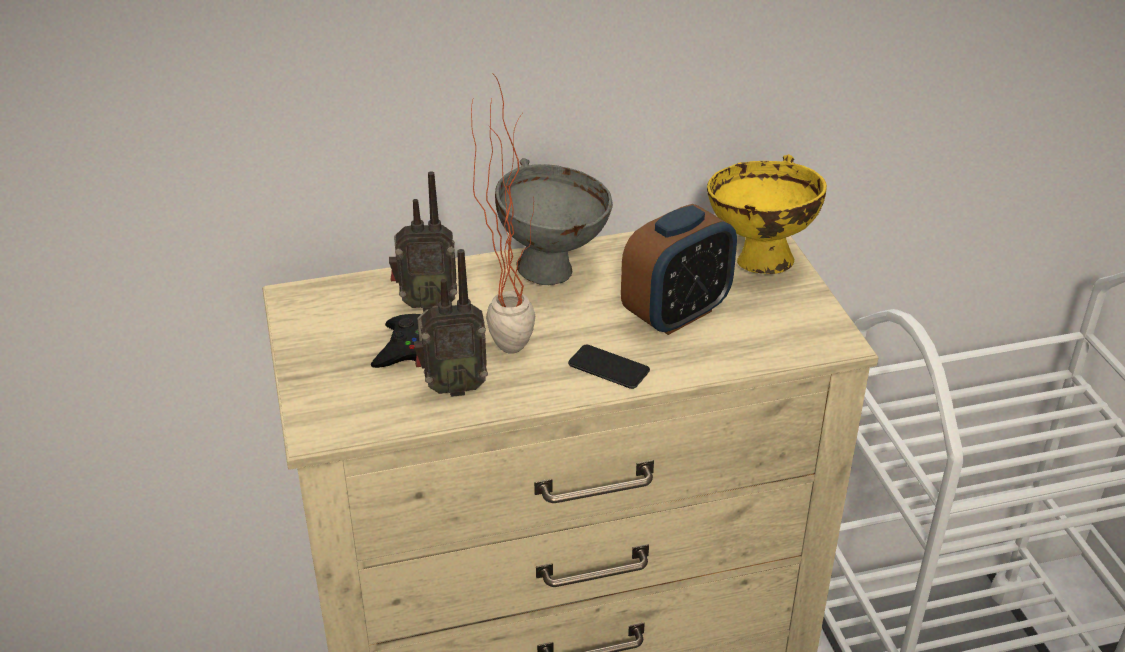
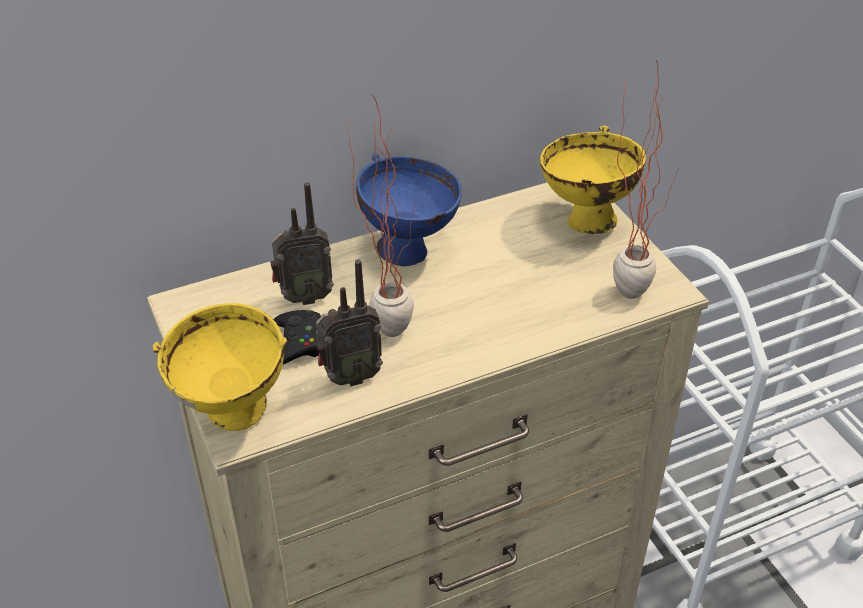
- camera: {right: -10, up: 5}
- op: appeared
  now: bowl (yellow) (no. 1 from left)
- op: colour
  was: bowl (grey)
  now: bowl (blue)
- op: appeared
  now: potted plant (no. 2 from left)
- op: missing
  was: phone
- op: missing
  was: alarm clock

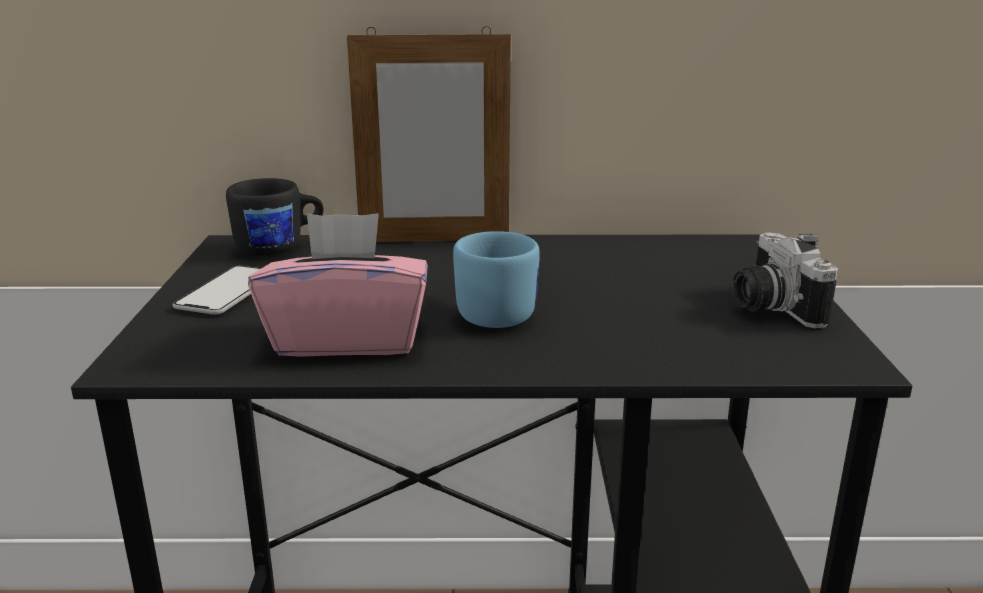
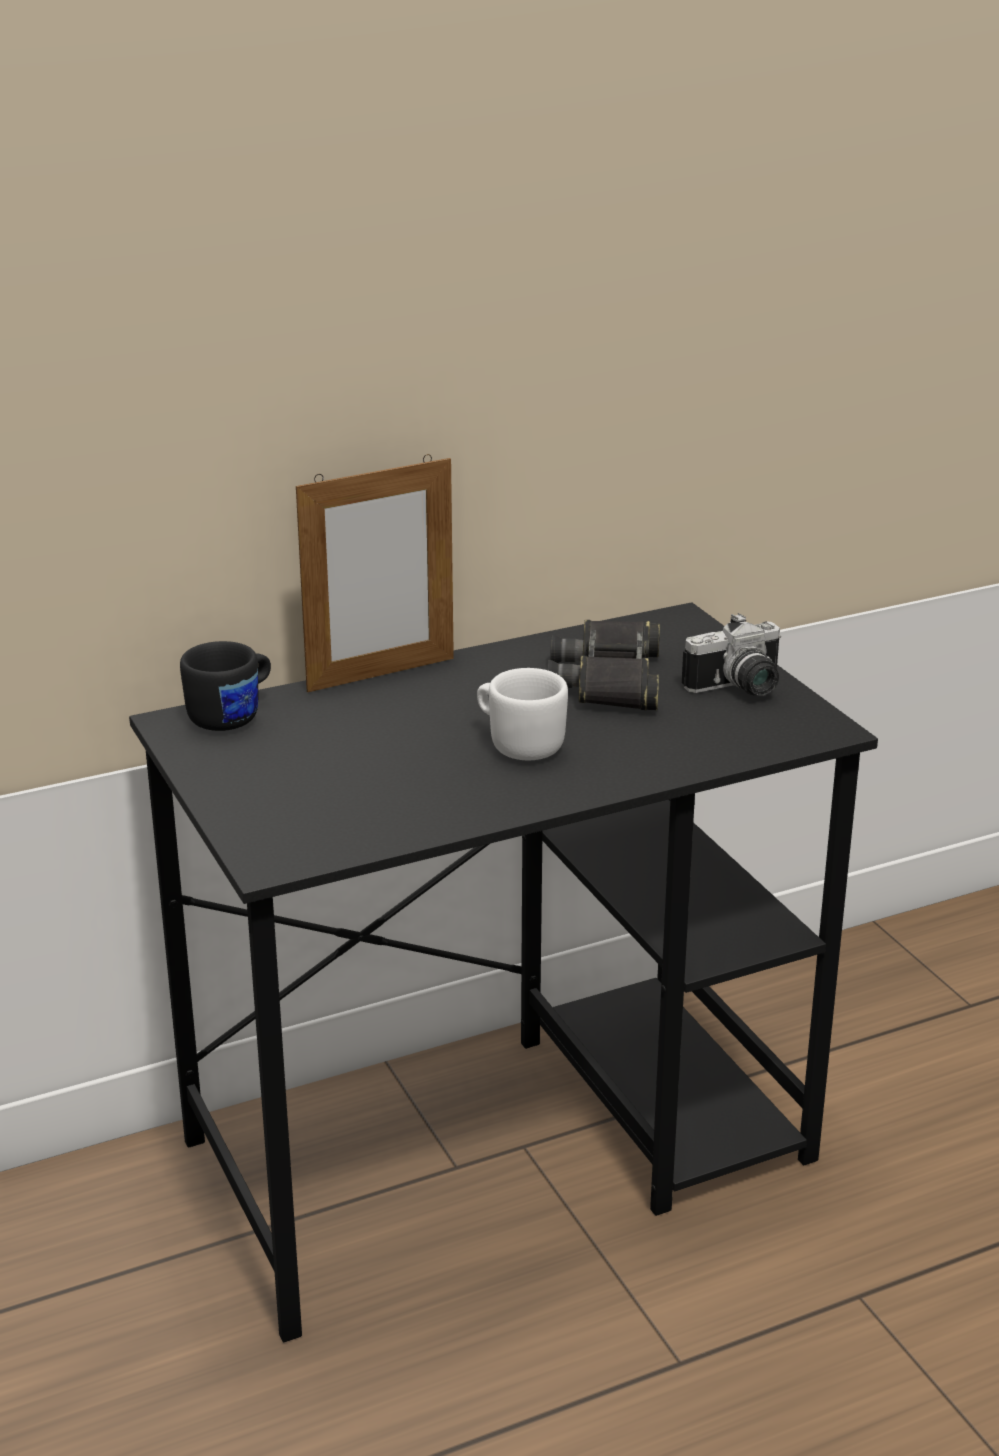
- camera: {right: -25, up: 5}
- op: colour
  was: mug (blue)
  now: mug (white)
- op: appeared
  now: binoculars (black)
- op: spun
  was: photo camera
  clockwise: -75
- op: missing
  was: phone
- op: missing
  was: tissue box (pink)

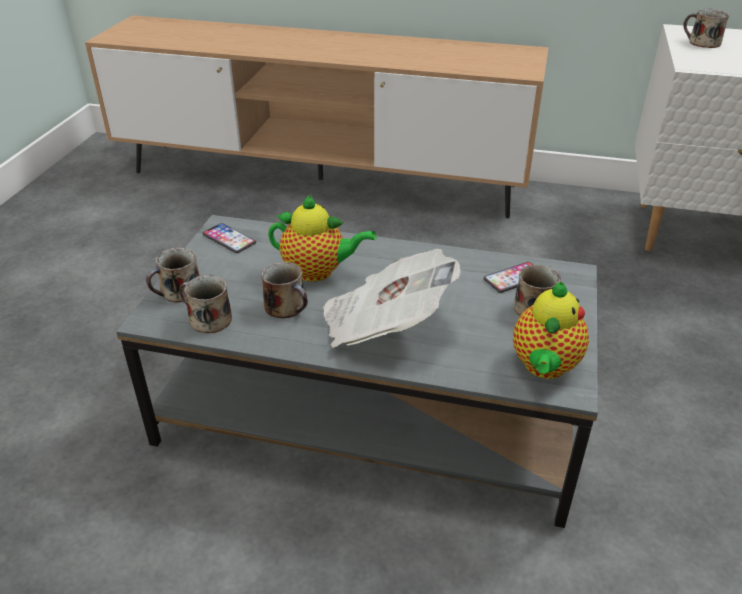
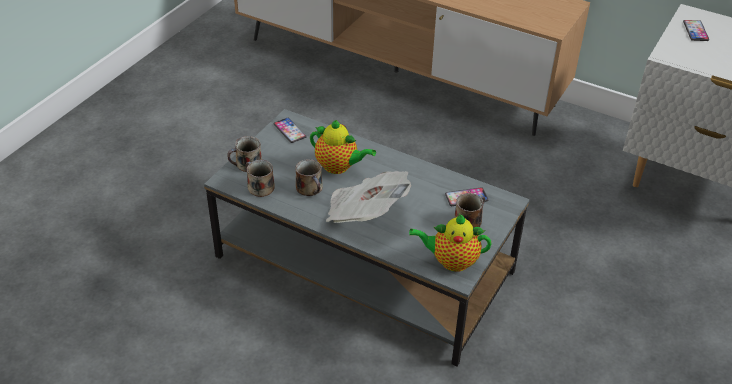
- camera: {right: 15, up: 5}
- op: spun
  was: teapot (no. 2 from left)
  clockwise: 60
- op: exchanged
  was: mug (no. 5 from left)
  now: phone (no. 3 from left)

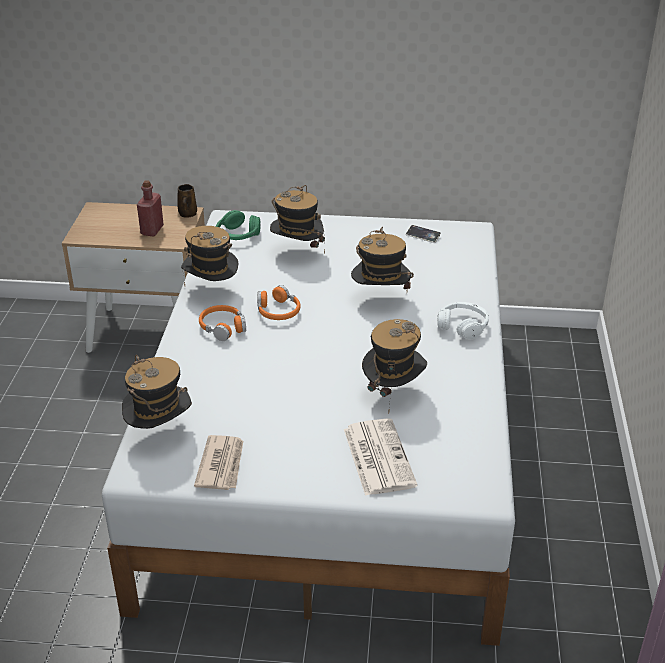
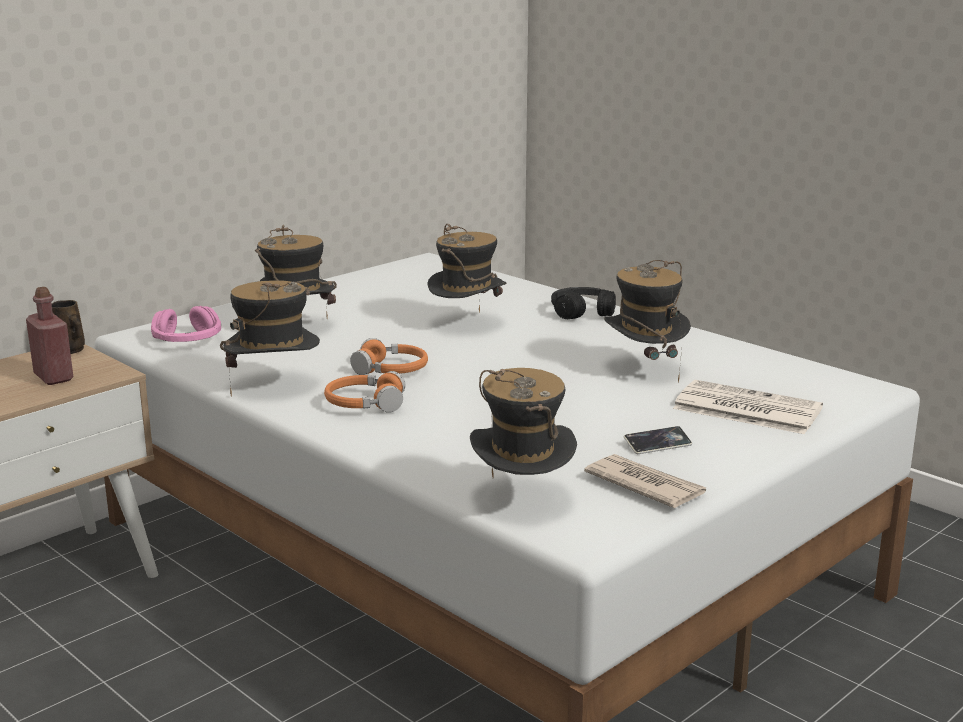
- camera: {right: -50, up: -15}
- op: colour
  was: headphones (green)
  now: headphones (pink)
- op: colour
  was: headphones (white)
  now: headphones (black)
- op: relocated
  was: phone

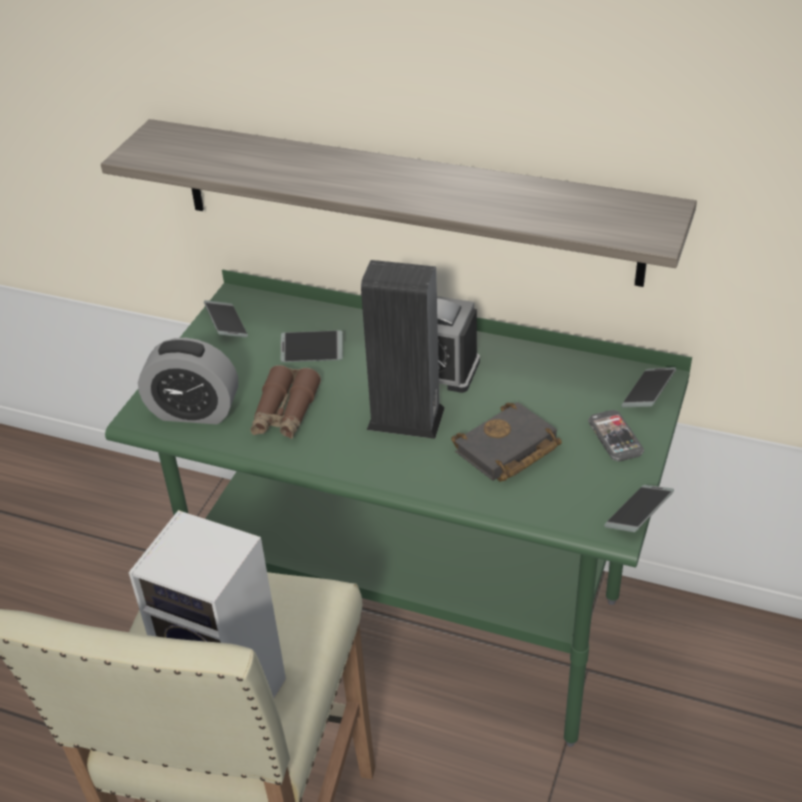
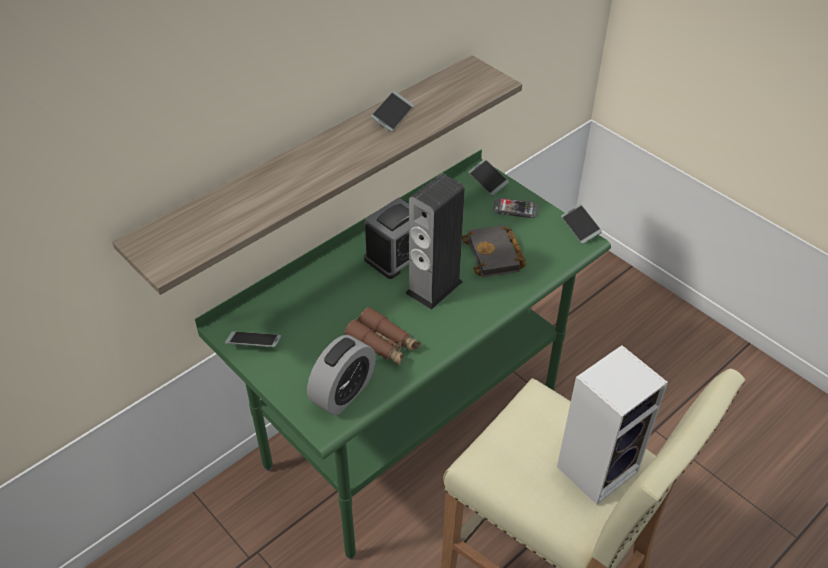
- camera: {right: -65, up: 5}
- op: relocated
  was: phone (no. 2 from left)

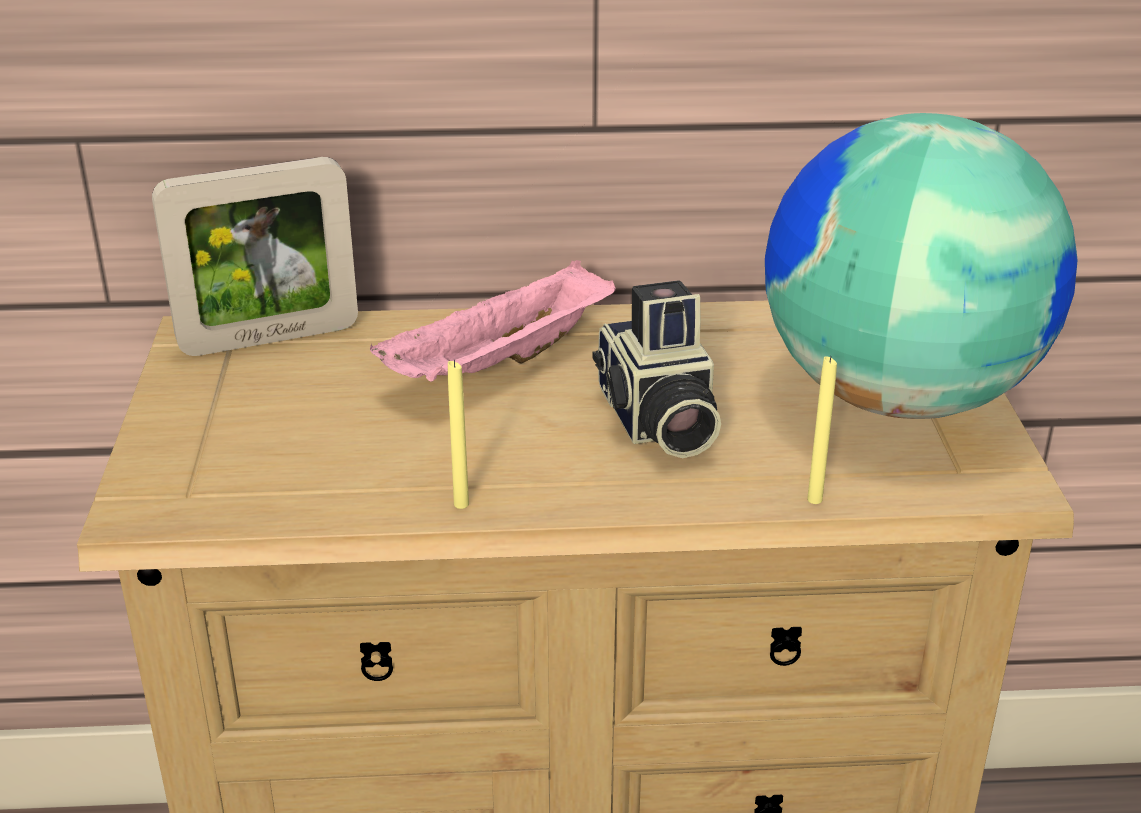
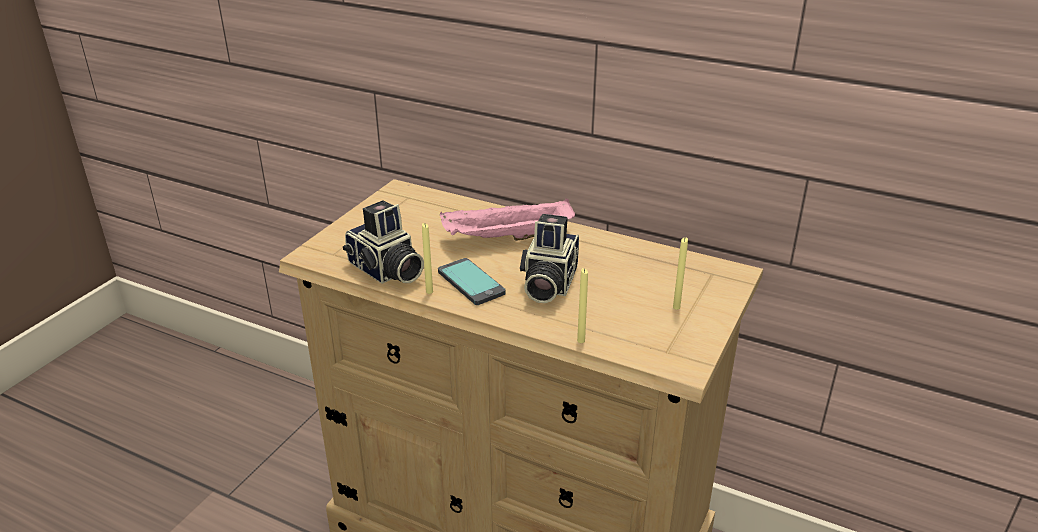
- camera: {right: 30, up: 0}
- op: appeared
  now: photo camera (no. 1 from left)
- op: appeared
  now: phone
- op: exchanged
  was: globe
  now: candle (yellow) (no. 3 from left)
- op: missing
  was: picture frame

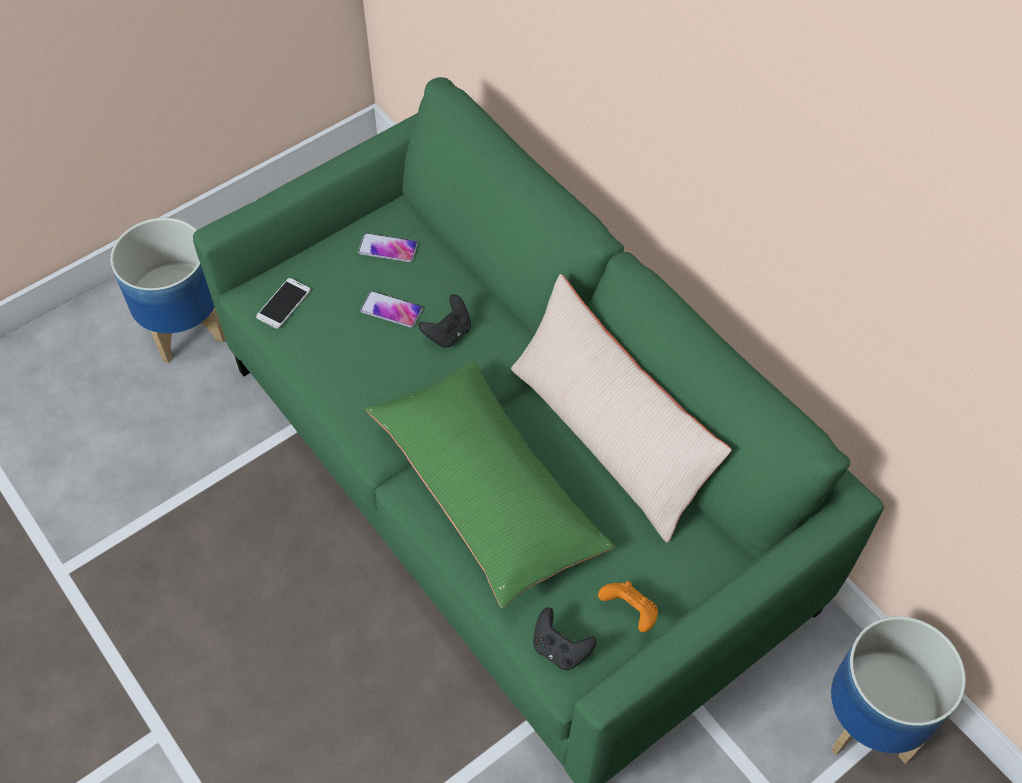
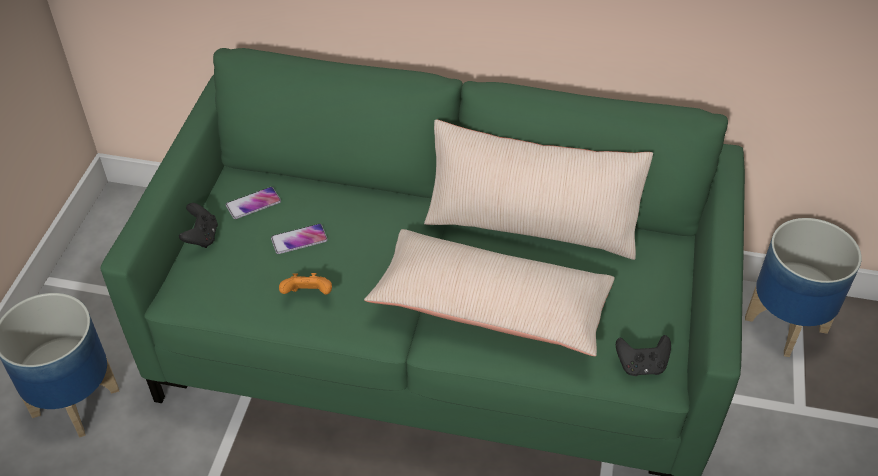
- camera: {right: -40, up: -10}
- op: relocated
  was: game controller (black) (no. 1 from left)
- op: relocated
  was: game controller (orange)
- op: colour
  was: pillow (green)
  now: pillow (beige) (no. 1 from left)
- op: missing
  was: phone (no. 1 from left)

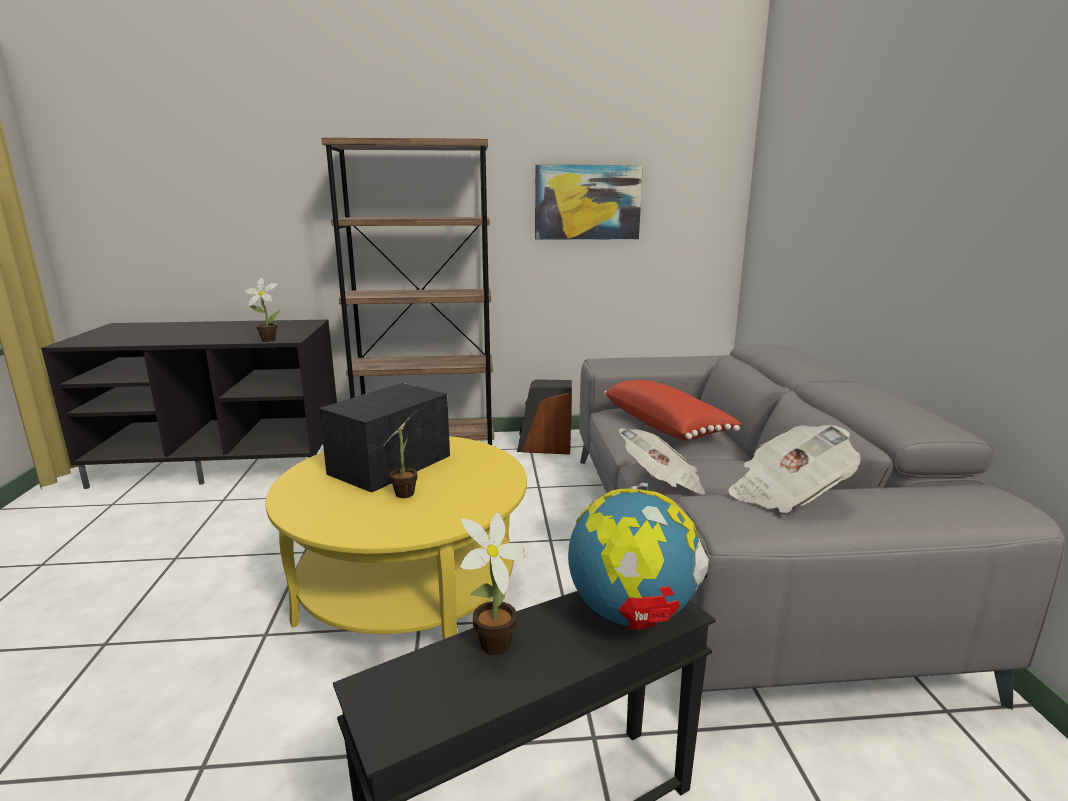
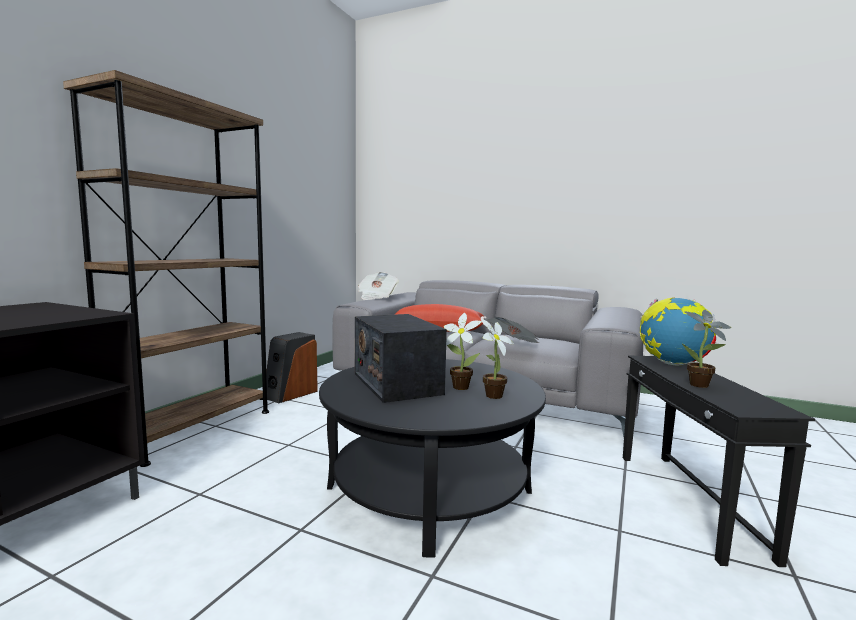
- camera: {right: -60, up: -10}
- op: colour
  was: coffee table (yellow)
  now: coffee table (black)
- op: relocated
  was: newspaper (no. 2 from left in the first image)
  now: newspaper (no. 1 from left)
- op: relocated
  was: potted plant (no. 1 from left in the first image)
  now: potted plant (no. 2 from left)
- op: missing
  was: picture

